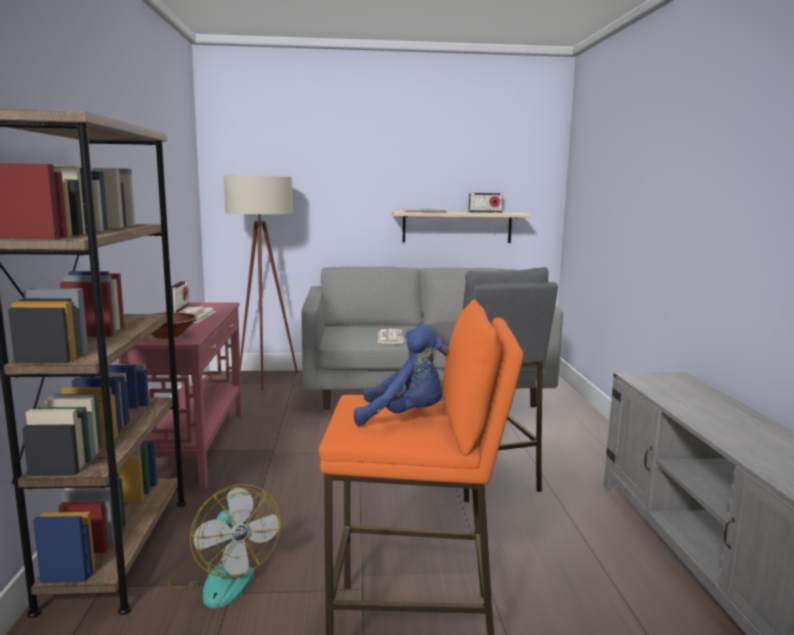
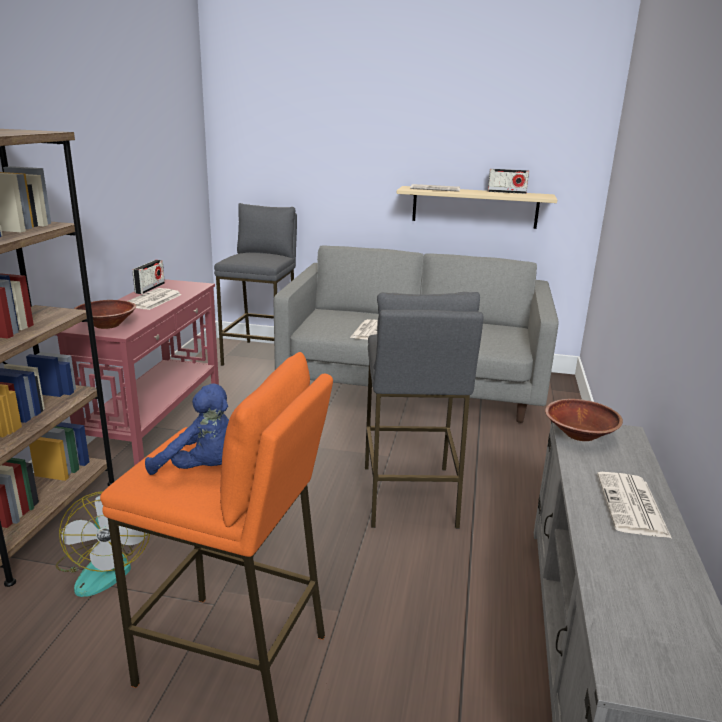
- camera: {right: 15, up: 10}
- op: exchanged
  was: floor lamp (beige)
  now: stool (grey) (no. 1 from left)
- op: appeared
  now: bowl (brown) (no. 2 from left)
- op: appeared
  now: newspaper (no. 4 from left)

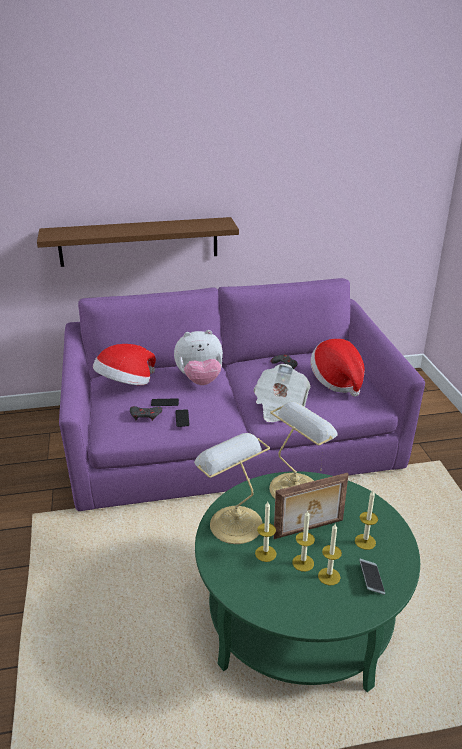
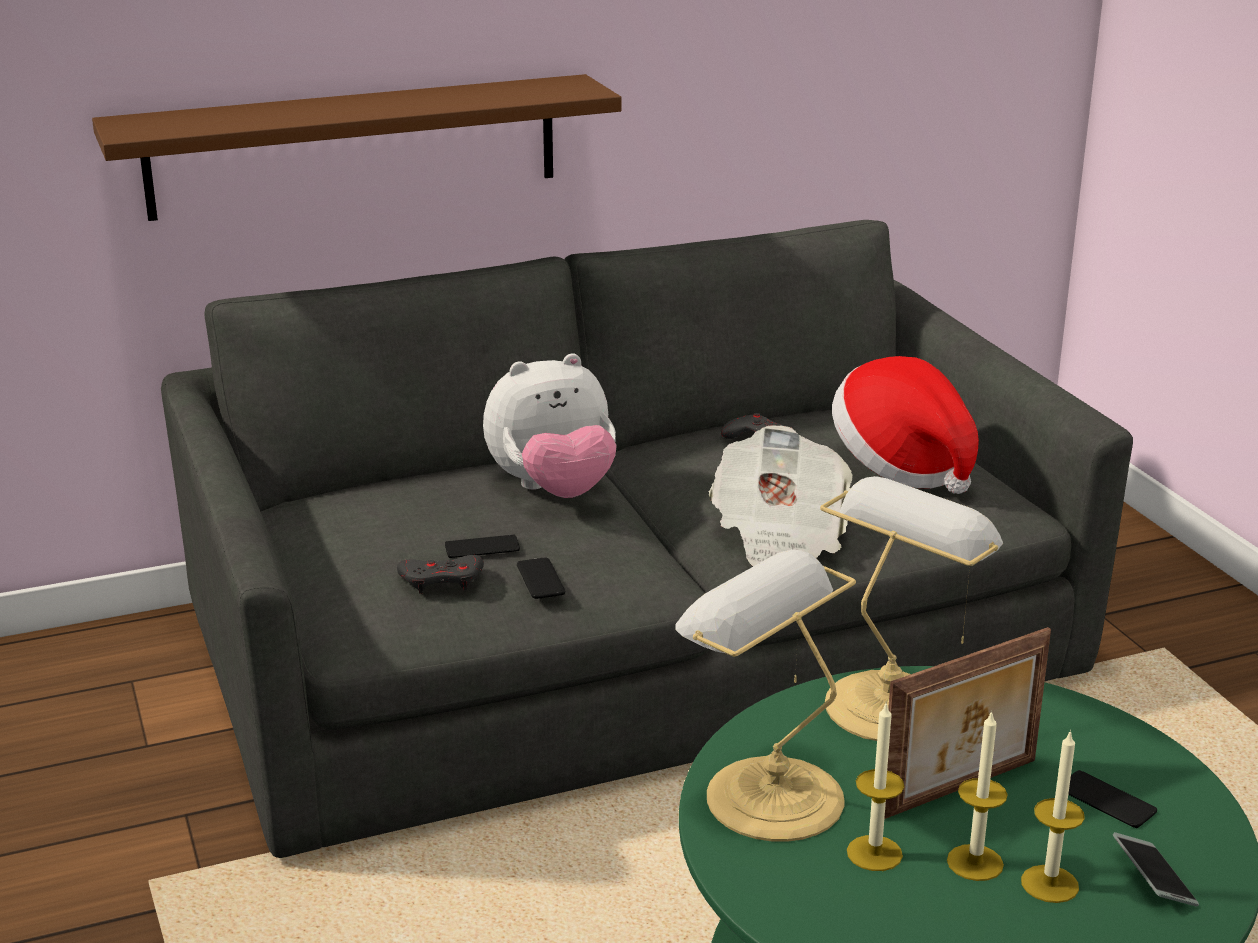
- camera: {right: -10, up: -5}
- op: colour
  was: sofa (purple)
  now: sofa (grey)
- op: exchanged
  was: candle (no. 4 from left)
  now: phone (no. 3 from left)
- op: missing
  was: hat (no. 1 from left)

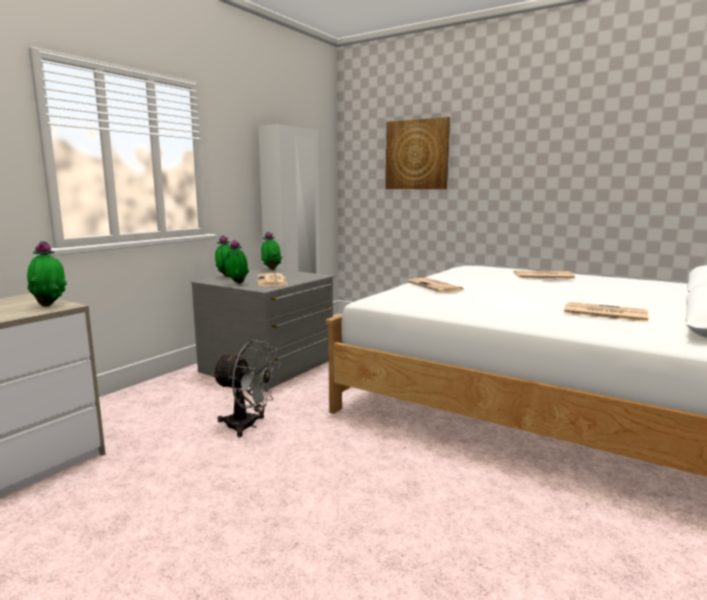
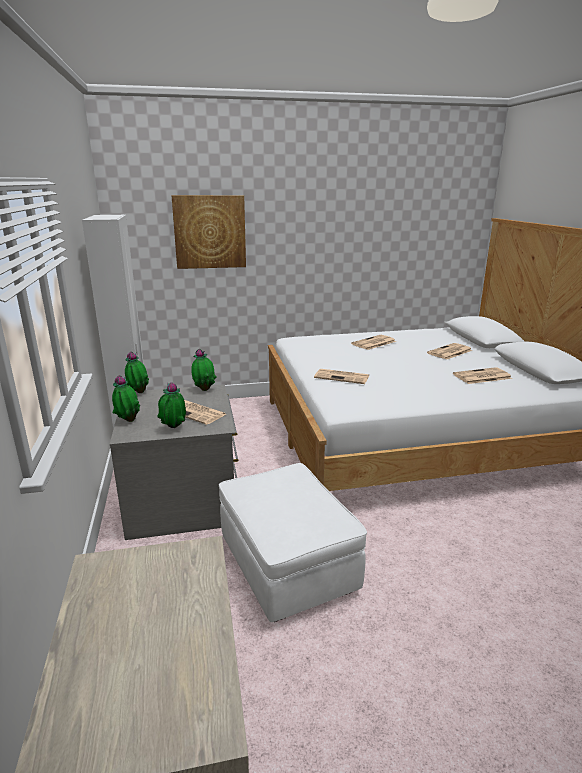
- camera: {right: -45, up: 10}
- op: relocated
  was: potted plant (no. 1 from left in the first image)
  now: potted plant (no. 4 from left)
- op: exchanged
  was: fan (grey)
  now: ottoman (white)
- op: appeared
  now: newspaper (no. 4 from left)

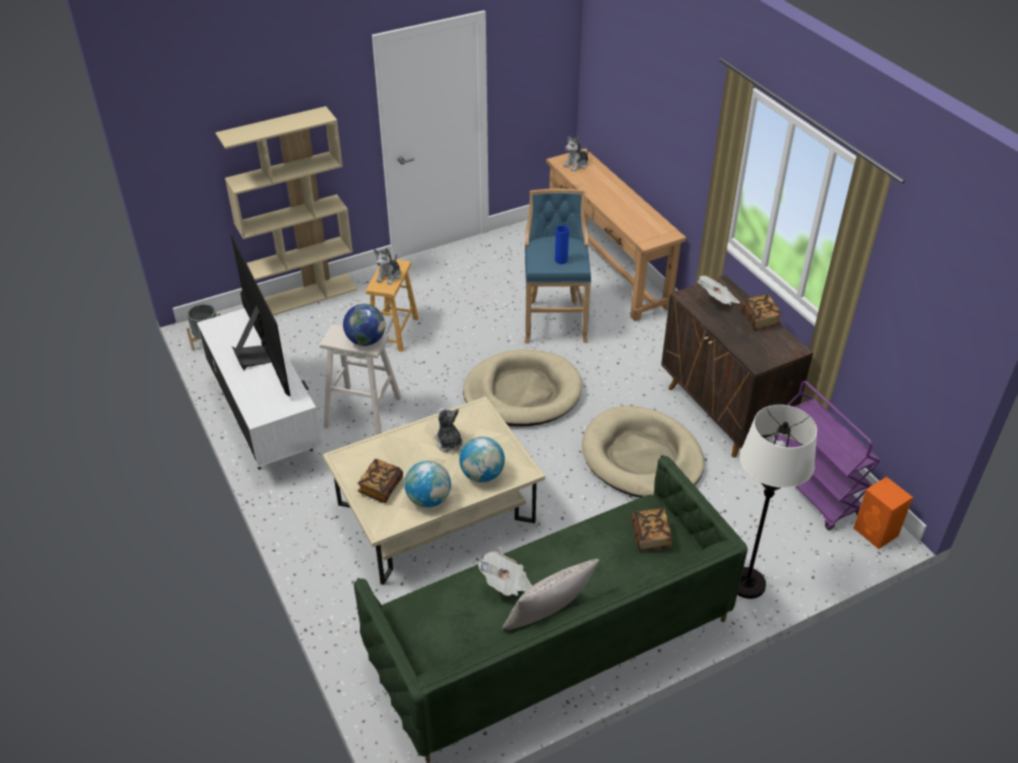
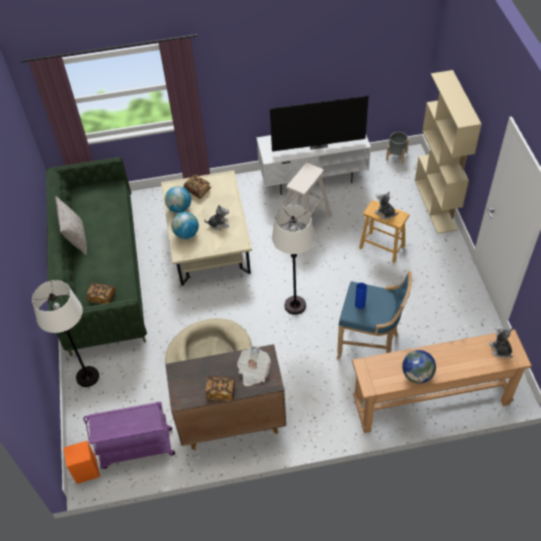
- camera: {right: 110, up: 10}
- op: exchanged
  was: dog bed (beige) (no. 1 from left)
  now: floor lamp (white) (no. 2 from left)
- op: relocated
  was: globe (no. 1 from left in the first image)
  now: globe (no. 3 from left)
- op: missing
  was: newspaper (no. 1 from left)

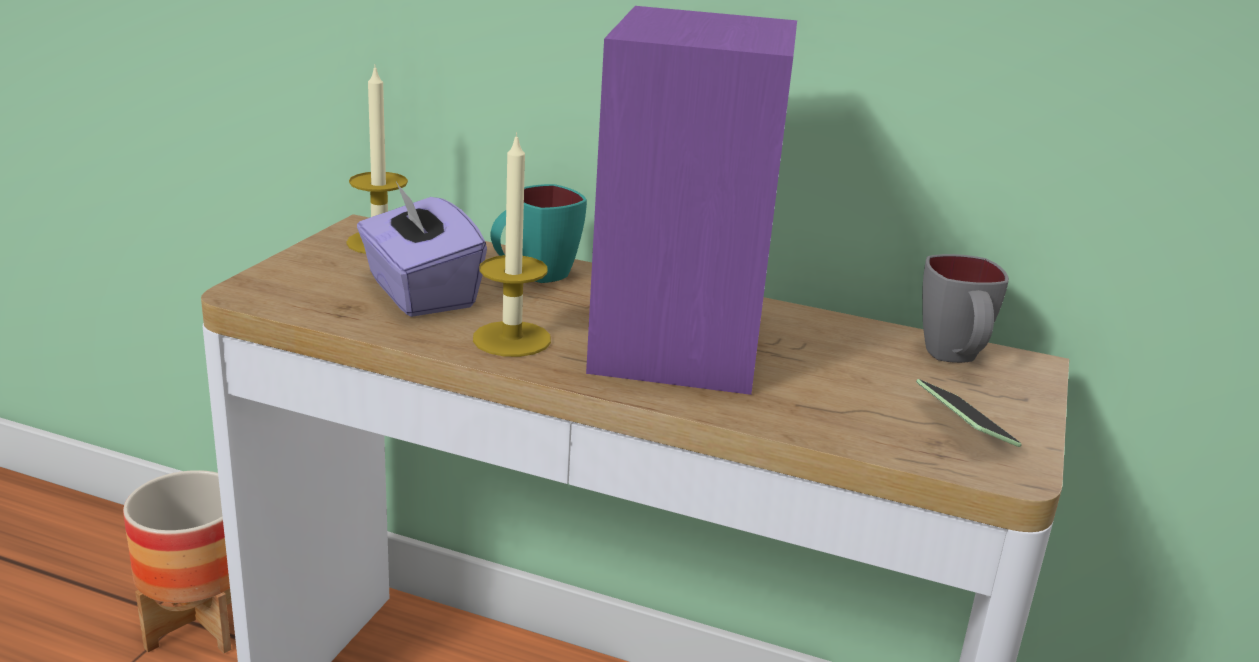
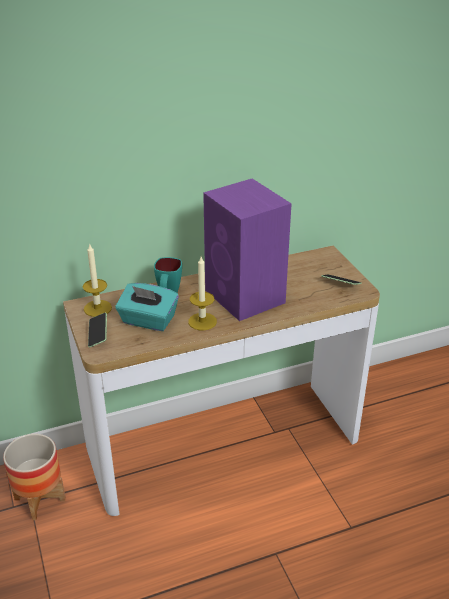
- camera: {right: -40, up: 10}
- op: appeared
  now: phone (no. 1 from left)
- op: colour
  was: tissue box (purple)
  now: tissue box (turquoise)
- op: missing
  was: mug (grey)

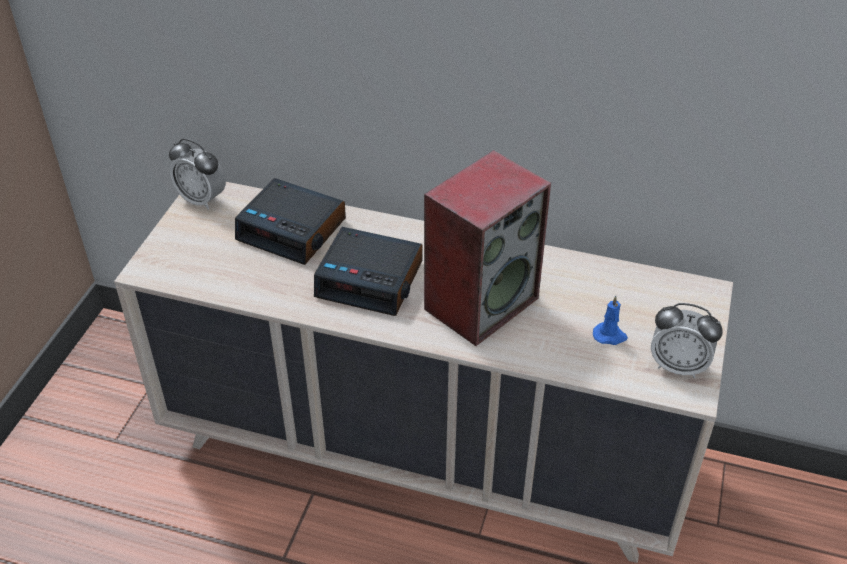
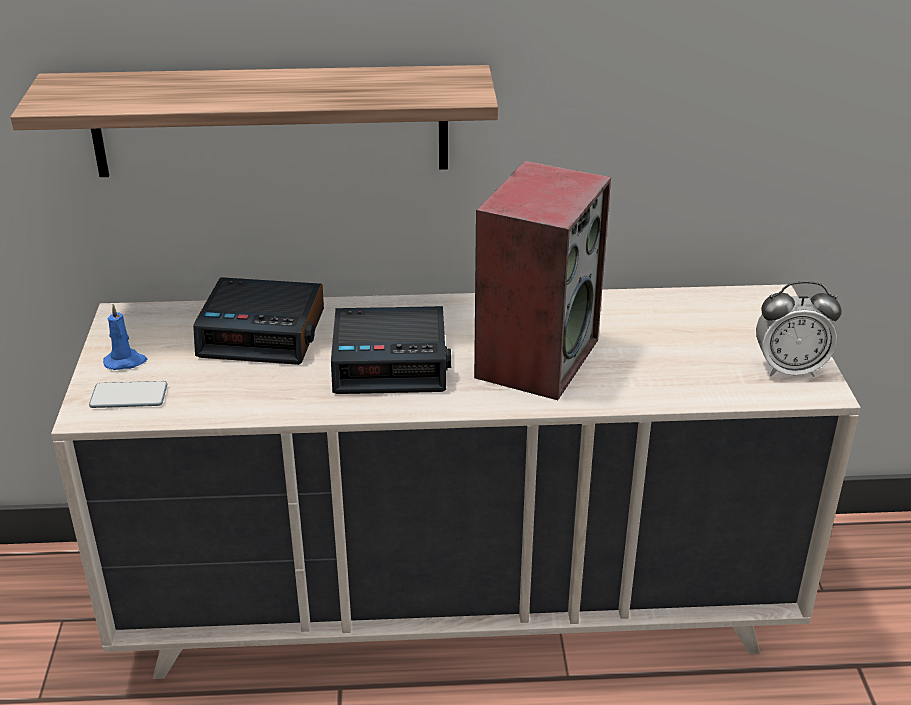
- camera: {right: -20, up: -10}
- op: appeared
  now: shelf
- op: appeared
  now: phone
- op: relocated
  was: candle (blue)
- op: missing
  was: alarm clock (no. 1 from left)

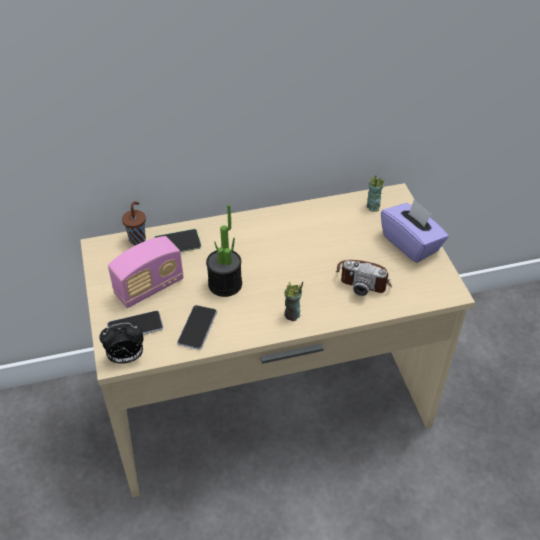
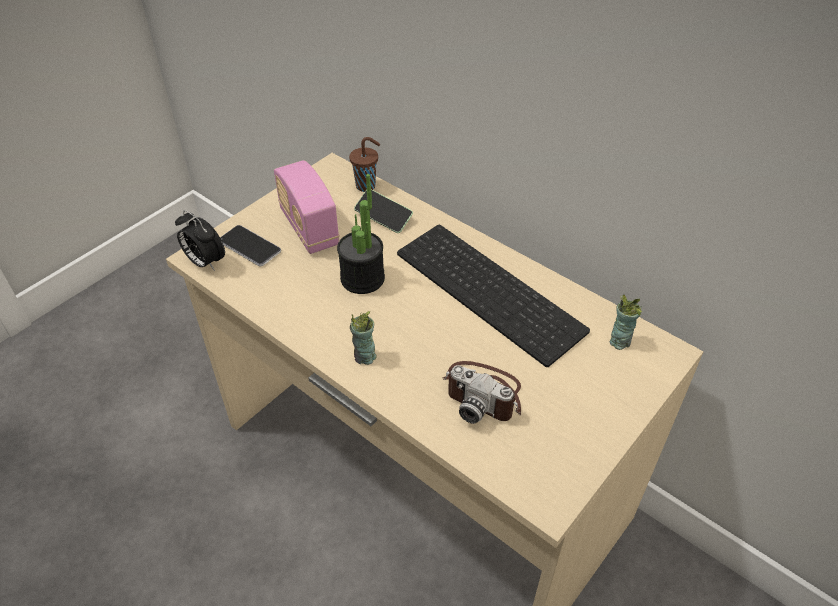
- camera: {right: 55, up: 0}
- op: spun
  was: radio
  clockwise: 45
- op: appeared
  now: keyboard
- op: spun
  was: photo camera
  clockwise: -45
- op: missing
  was: phone (no. 3 from left)
- op: missing
  was: tissue box (purple)

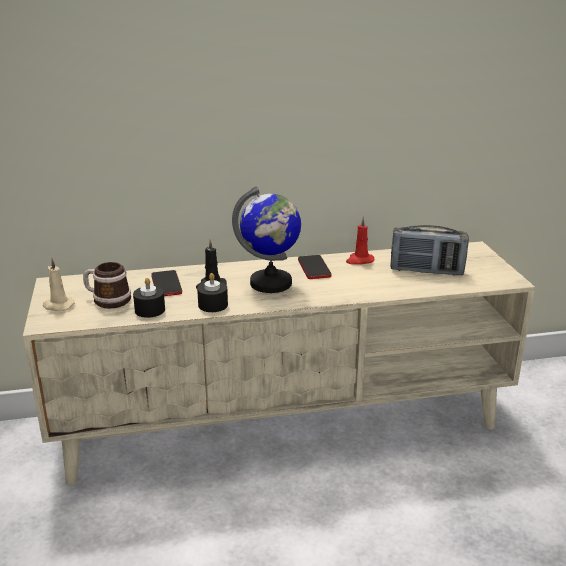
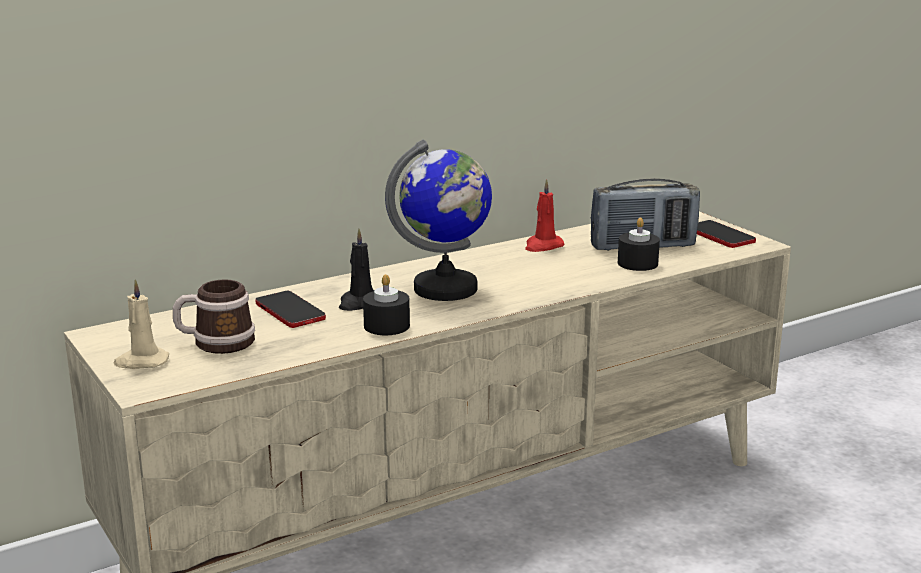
- camera: {right: -20, up: -5}
- op: relocated
  was: candle (black) (no. 1 from left in the first image)
  now: candle (black) (no. 3 from left)
- op: relocated
  was: phone (no. 2 from left)

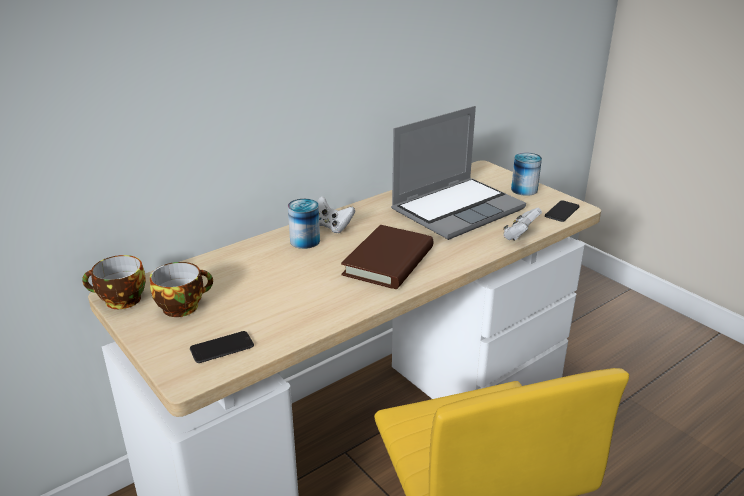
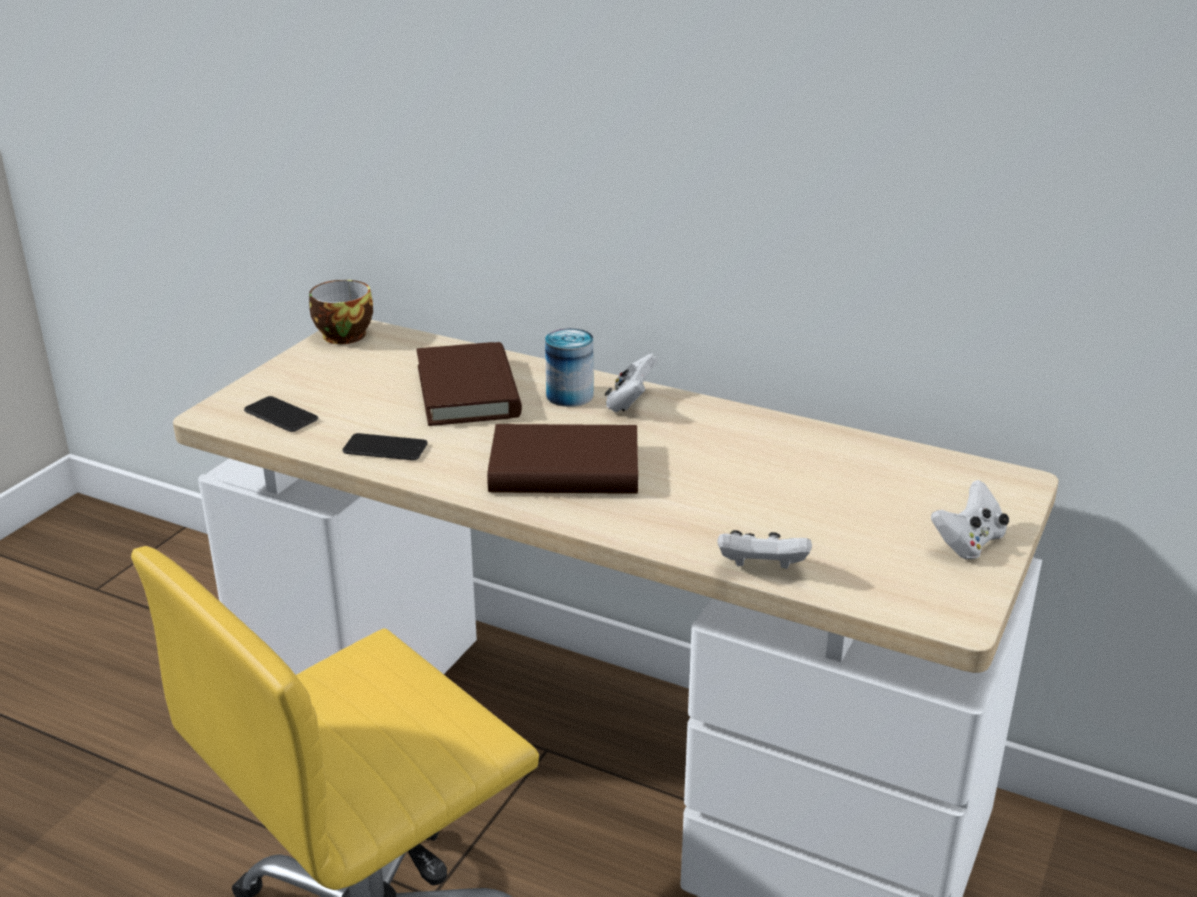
- camera: {right: 65, up: 0}
- op: relocated
  was: phone (no. 2 from left)
- op: appeared
  now: book (brown) (no. 1 from left)
- op: exchanged
  was: can (no. 2 from left)
  now: game controller (white) (no. 3 from left)
- op: missing
  was: cup (no. 2 from left)
- op: missing
  was: laptop

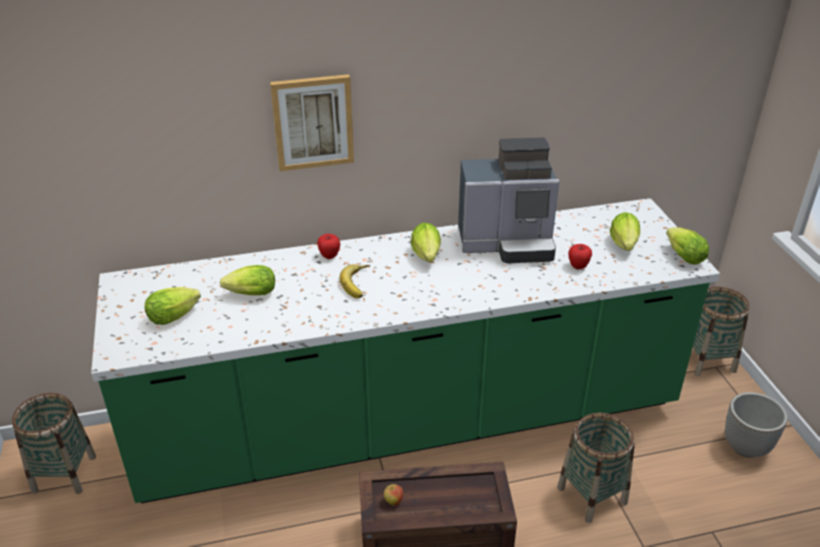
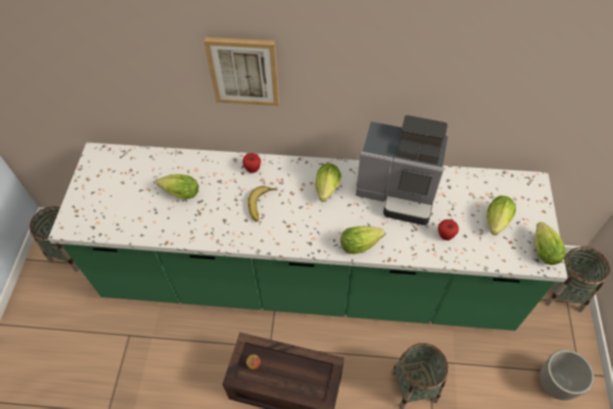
- camera: {right: 20, up: 20}
- op: relocated
  was: lettuce (no. 1 from left in the first image)
  now: lettuce (no. 3 from left)

